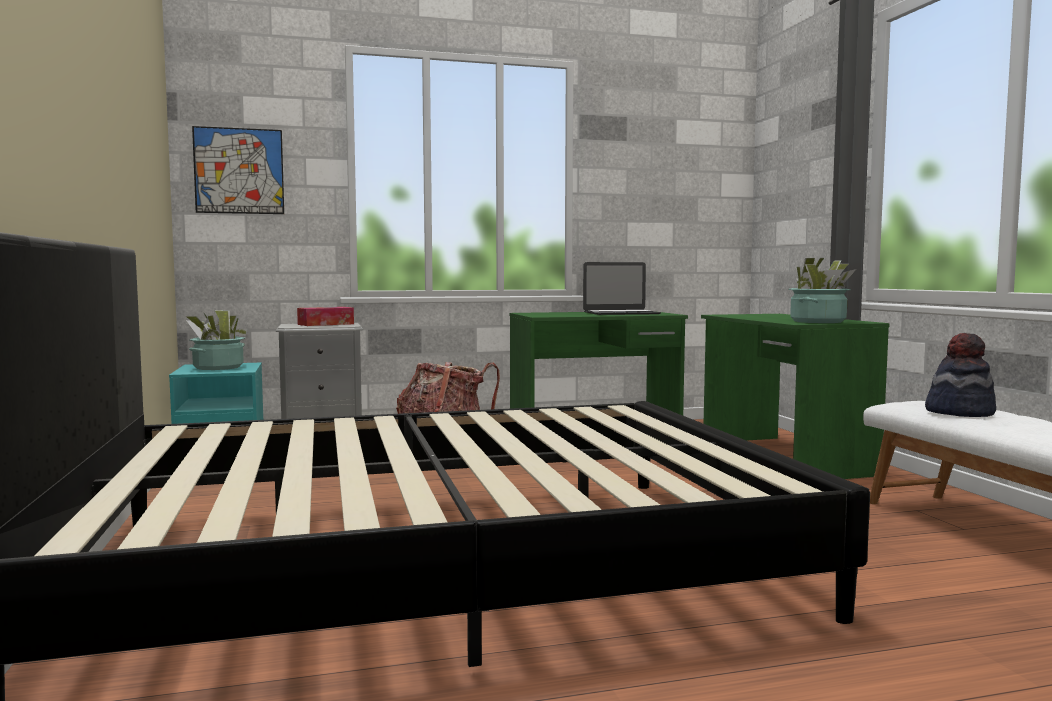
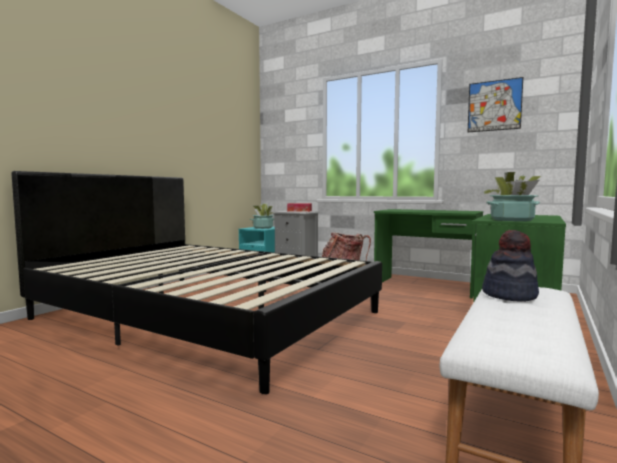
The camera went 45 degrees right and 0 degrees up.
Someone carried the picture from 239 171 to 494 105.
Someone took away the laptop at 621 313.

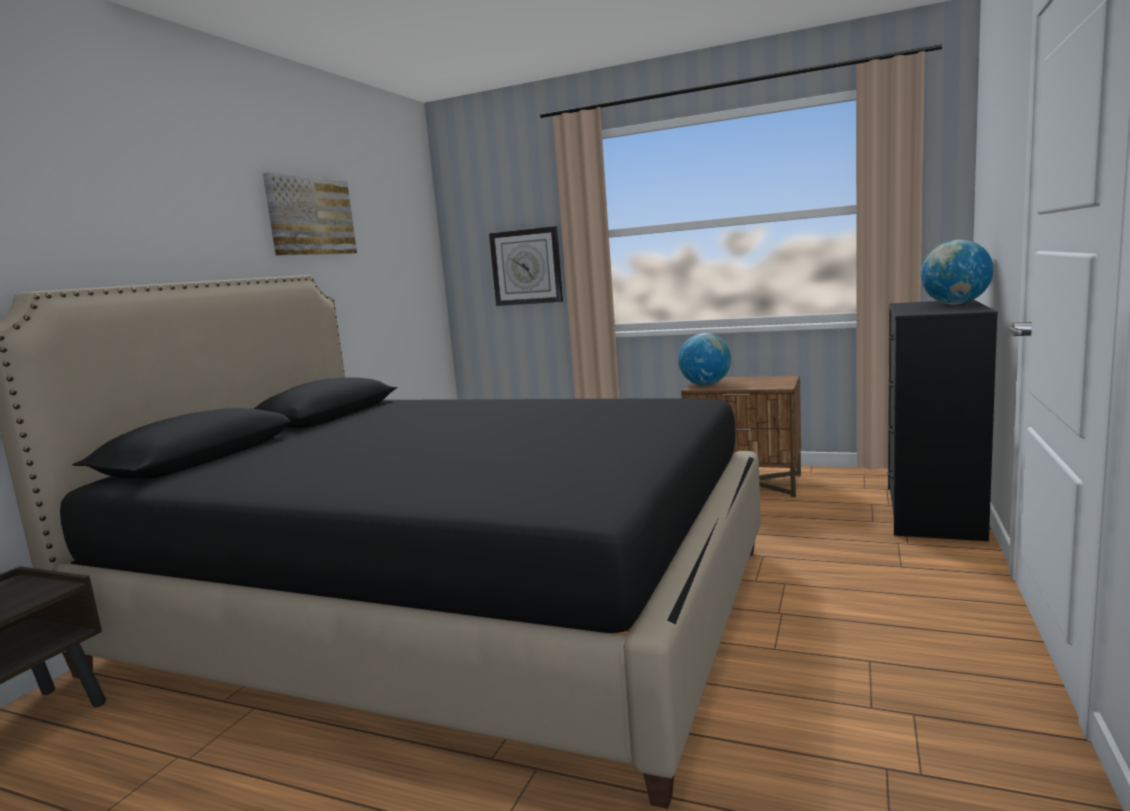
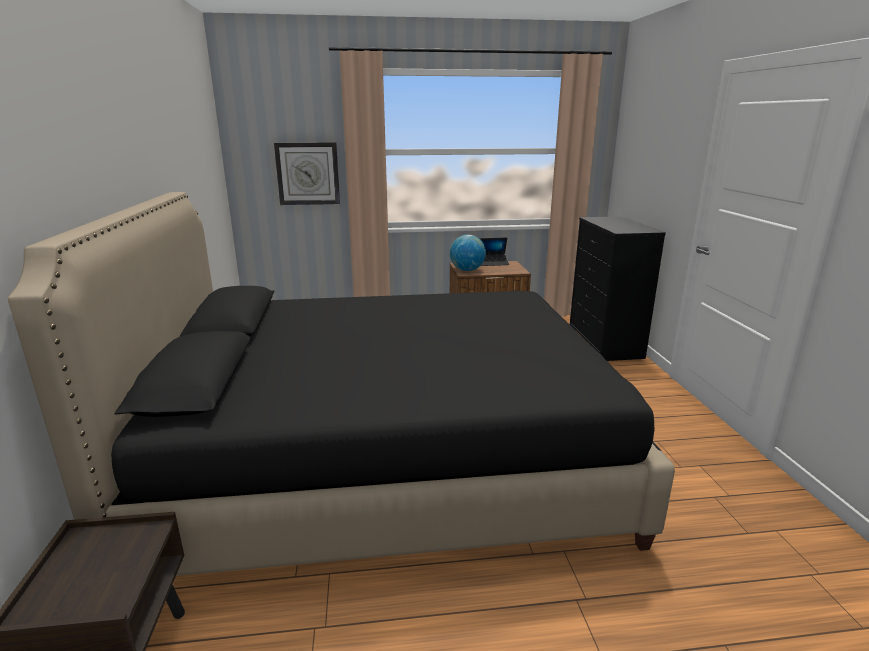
The camera went 30 degrees left and 10 degrees up.
Someone took away the picture at 310 216.
Someone took away the globe at 955 304.
Someone put down the laptop at 492 263.

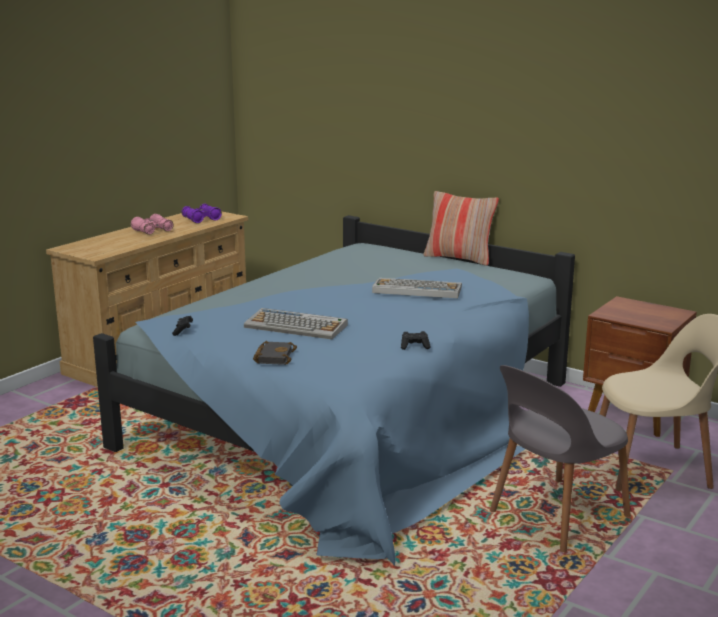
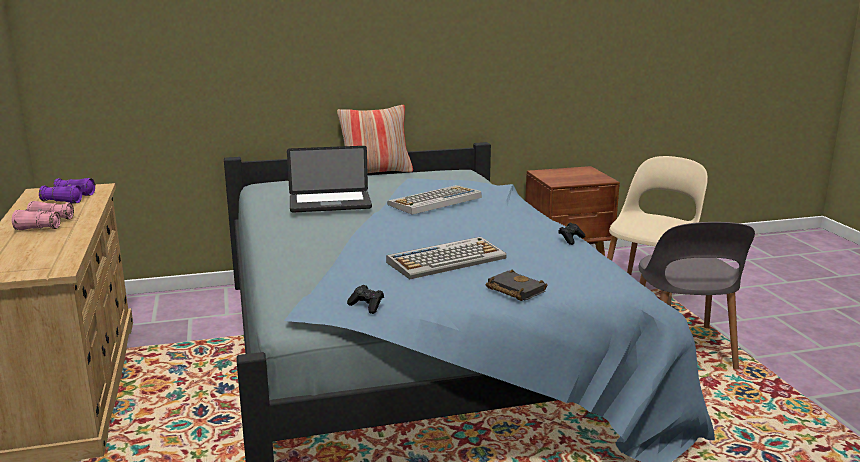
The camera went 50 degrees left and 0 degrees up.
Someone put down the laptop at 330 203.

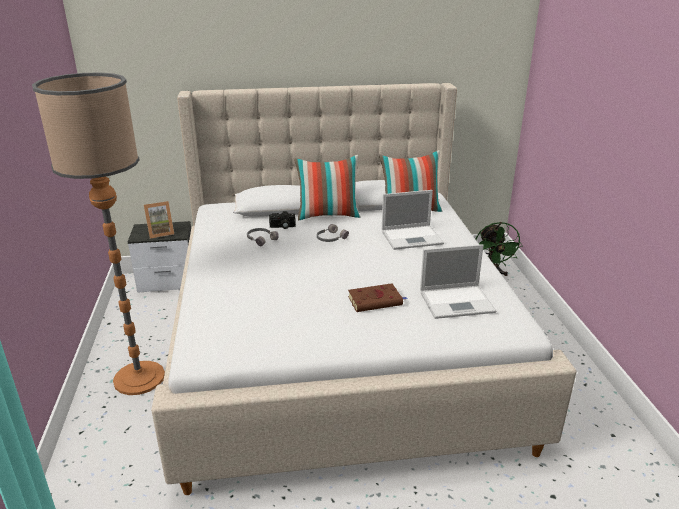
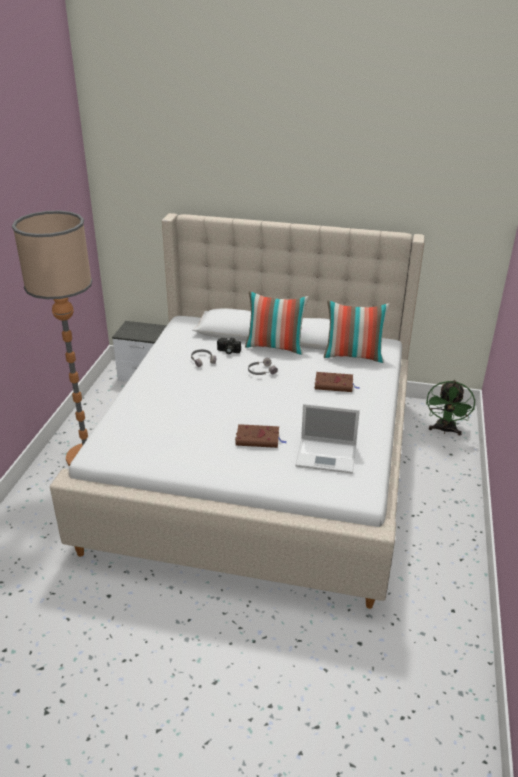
The camera went 20 degrees right and 5 degrees up.
Someone swapped the laptop at 413 237 for the brown book at 335 385.
Someone took away the picture frame at 160 233.

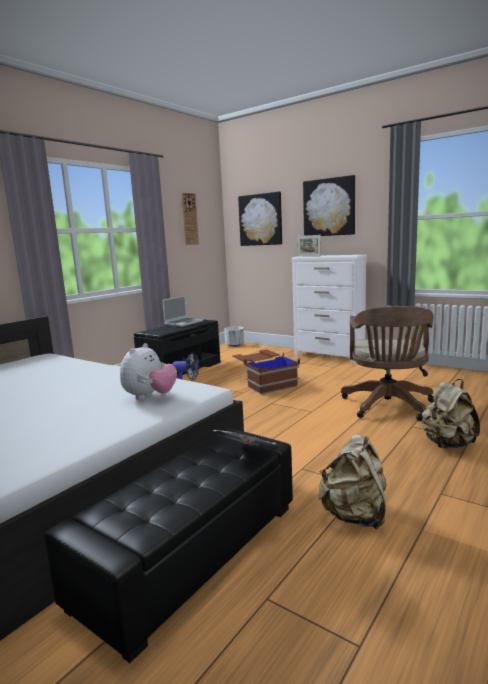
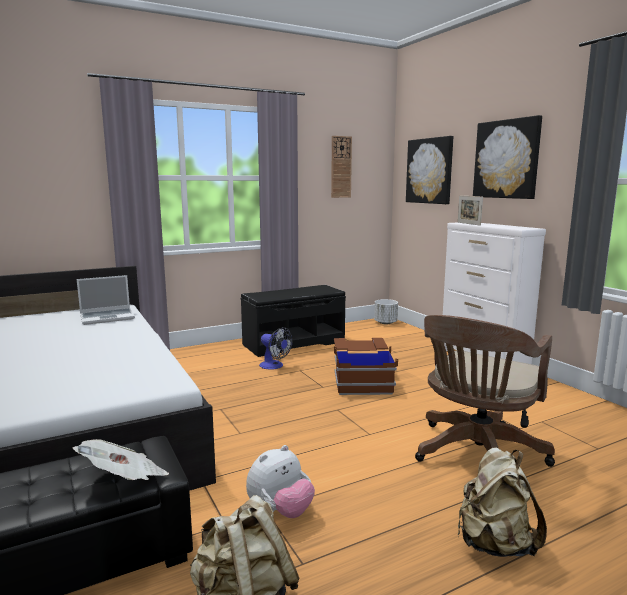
The camera went 25 degrees right and 0 degrees up.
Someone carried the laptop from 183 323 to 108 317.
Someone carried the plush toy from 150 397 to 280 511.

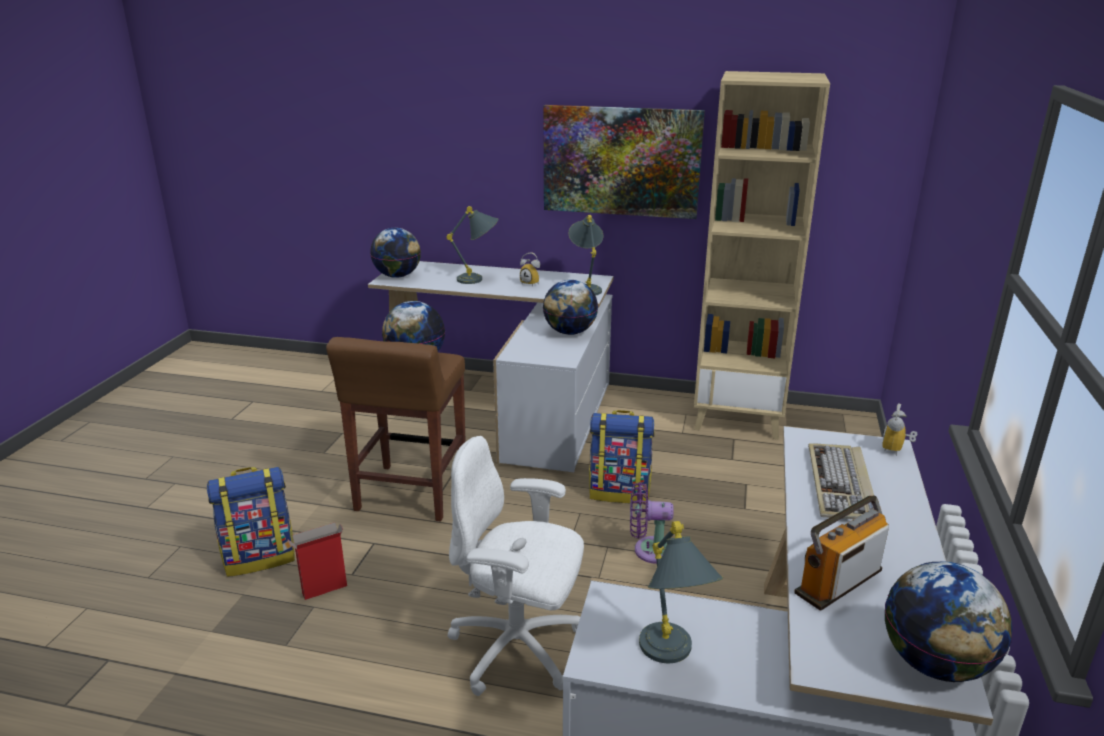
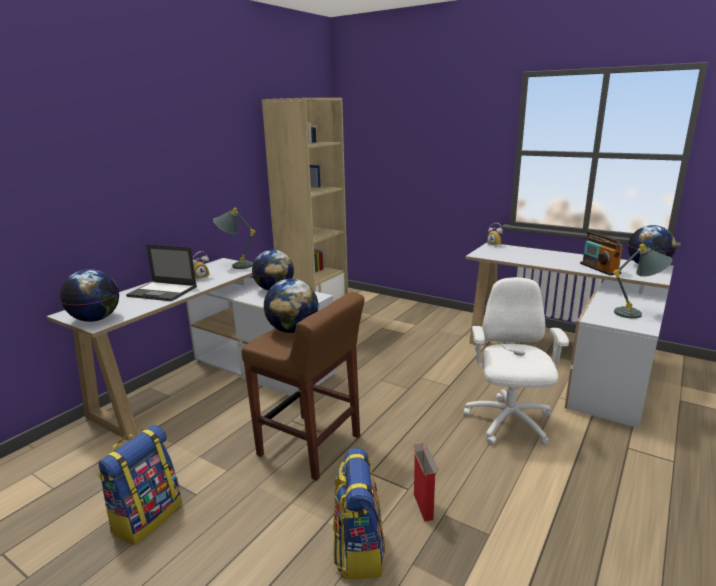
The camera went 70 degrees left and 5 degrees down.
Someone took away the picture at 621 161.
Someone swapped the grey table lamp at 479 279 for the laptop at 163 291.
Someone carried the backpack from 620 492 to 147 517.
Someone rotated the white office chair at 518 649 by 150 degrees clockwise.
Someone took away the keyboard at 841 485.
Someone took away the purple fan at 649 550.

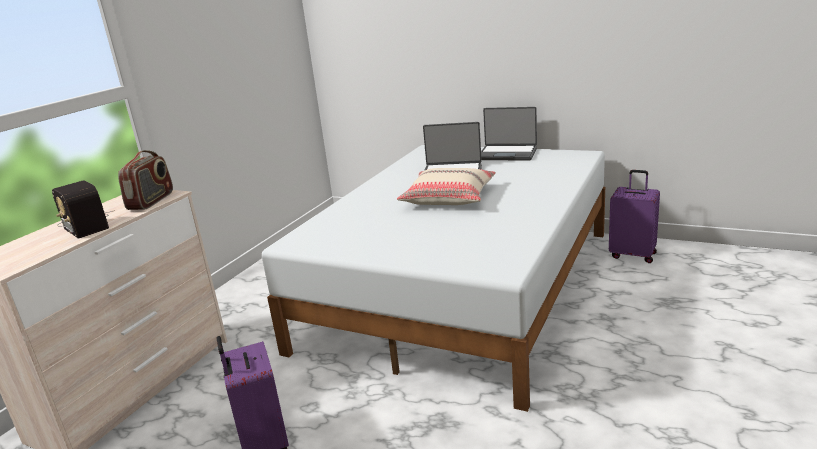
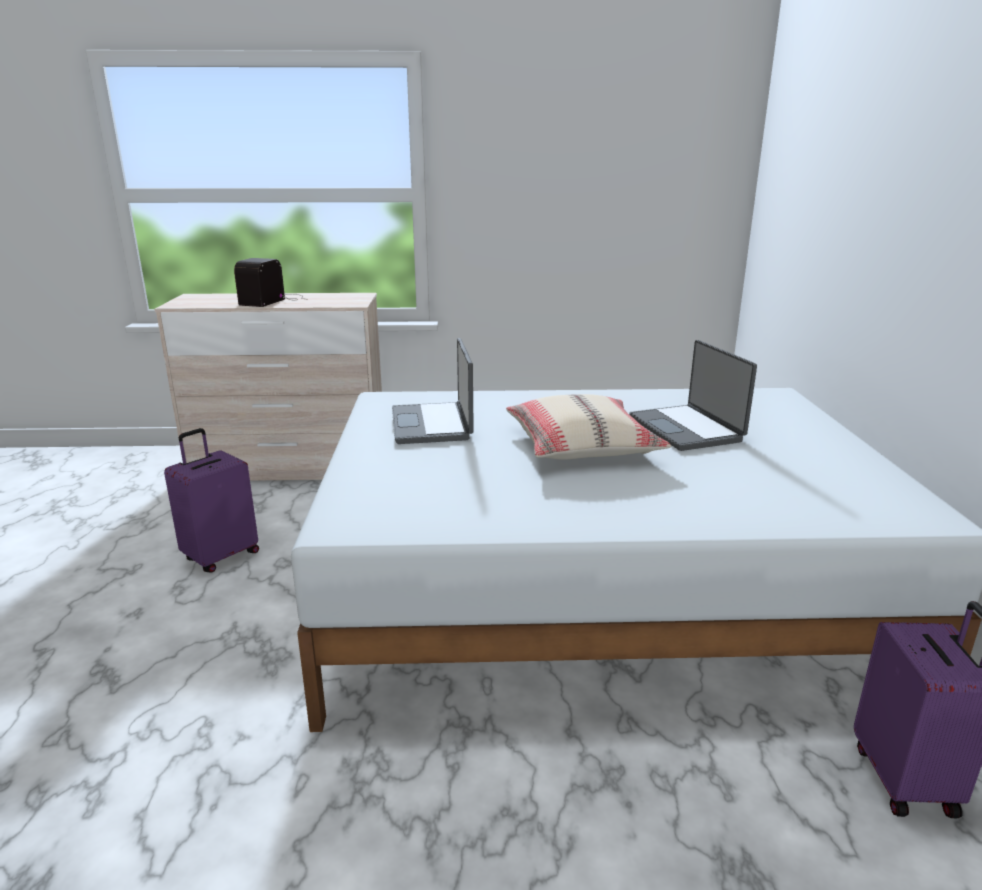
The camera went 60 degrees right and 0 degrees up.
Someone carried the laptop from 507 154 to 433 425.
Someone took away the radio at 151 201.

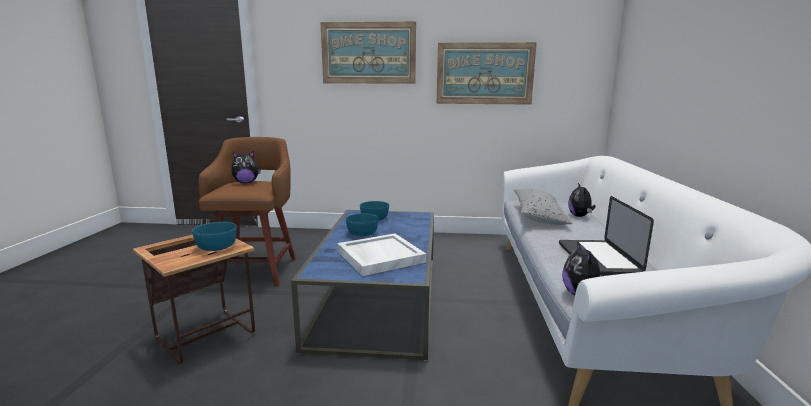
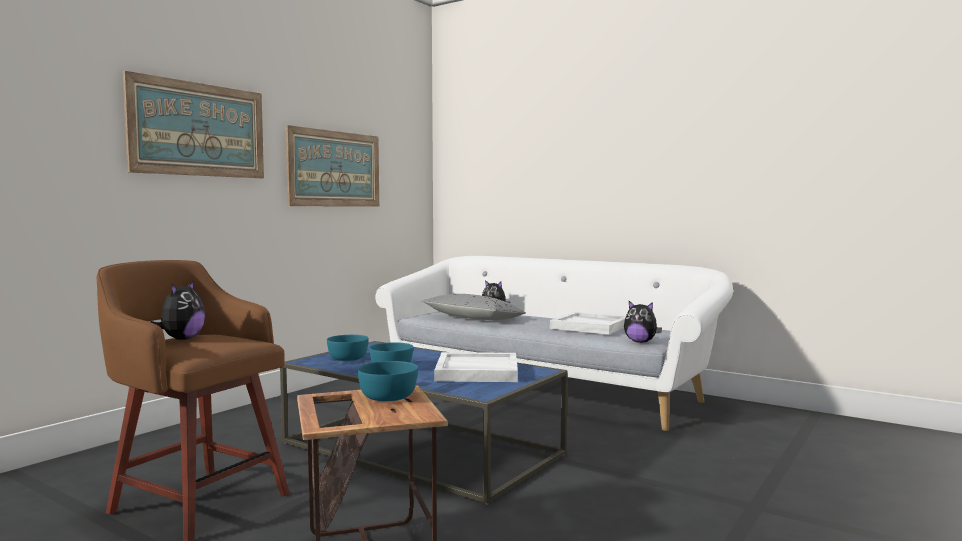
The camera went 60 degrees left and 10 degrees down.
Someone swapped the laptop at 597 258 for the white tray at 591 326.

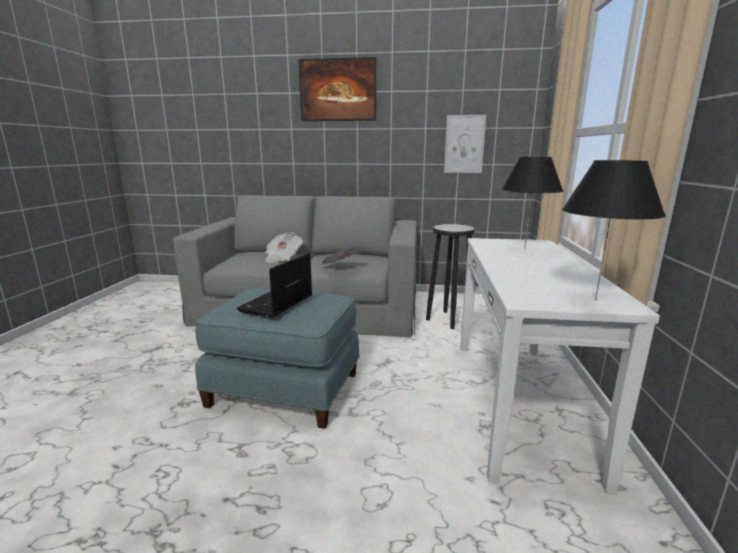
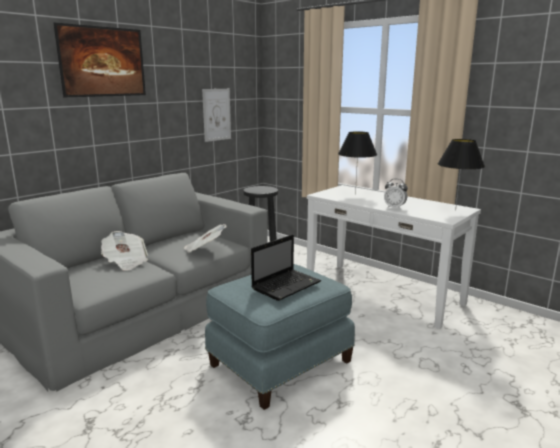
The camera went 55 degrees left and 0 degrees up.
Someone rotated the laptop at 276 304 by 105 degrees counterclockwise.
Someone put down the alarm clock at 394 208.

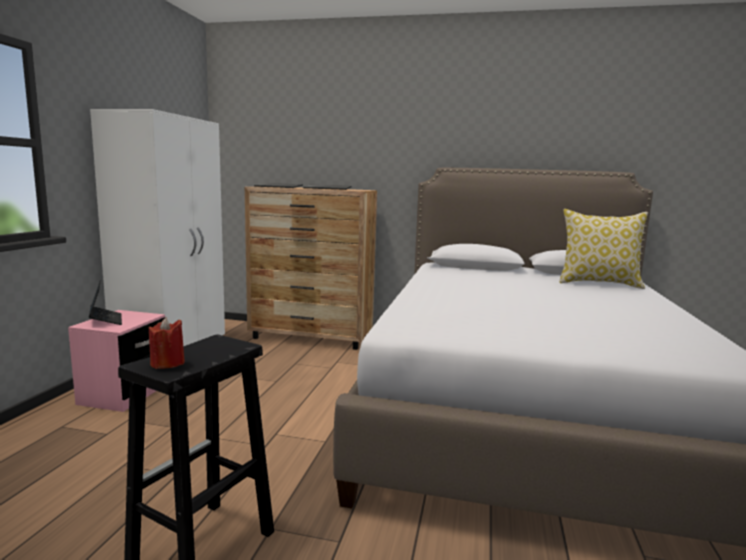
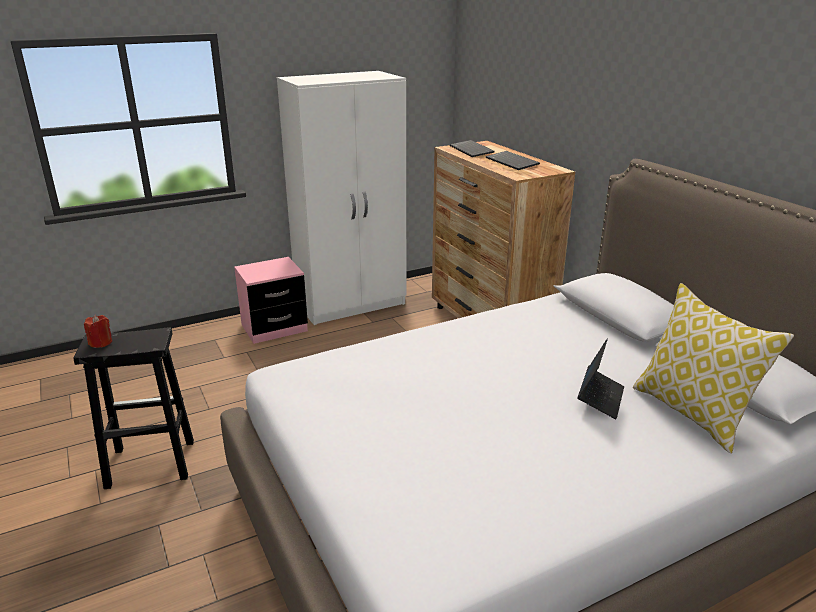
The camera went 50 degrees right and 15 degrees up.
Someone carried the laptop from 106 320 to 600 398.

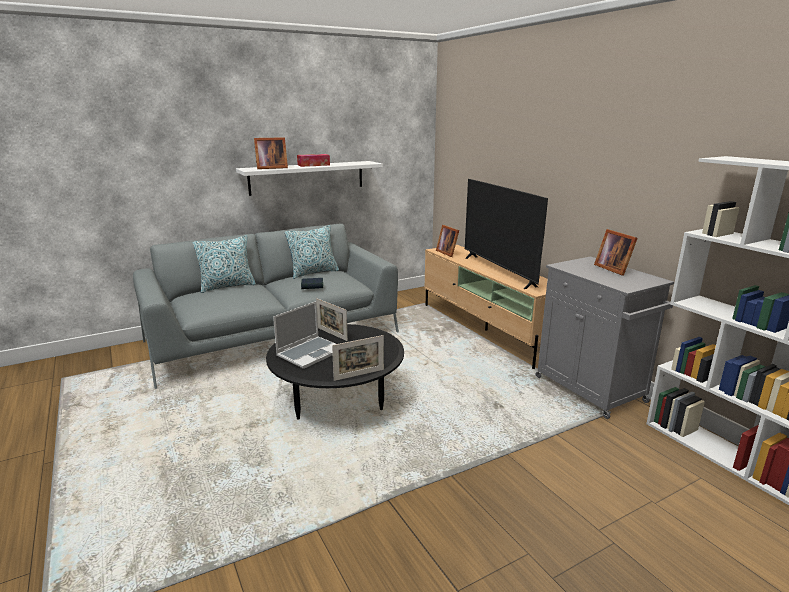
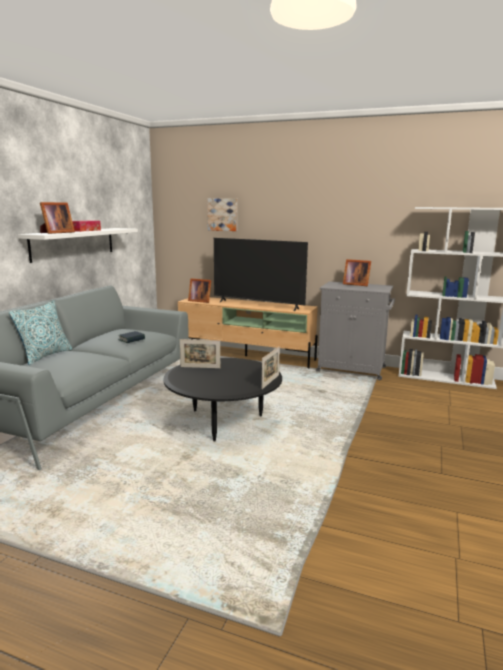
The camera went 40 degrees left and 5 degrees down.
Someone took away the pillow at 313 272.
Someone took away the laptop at 310 353.
Someone put up the picture at 223 214.

